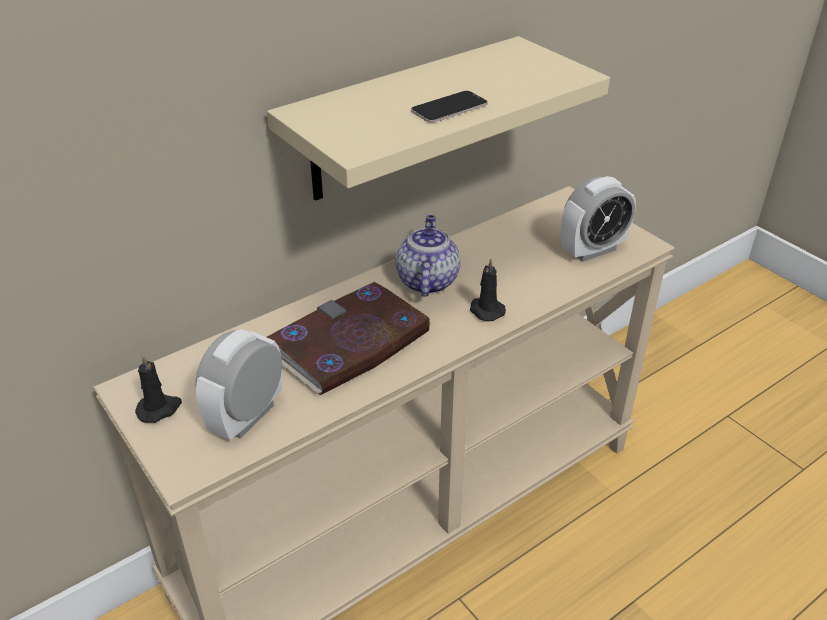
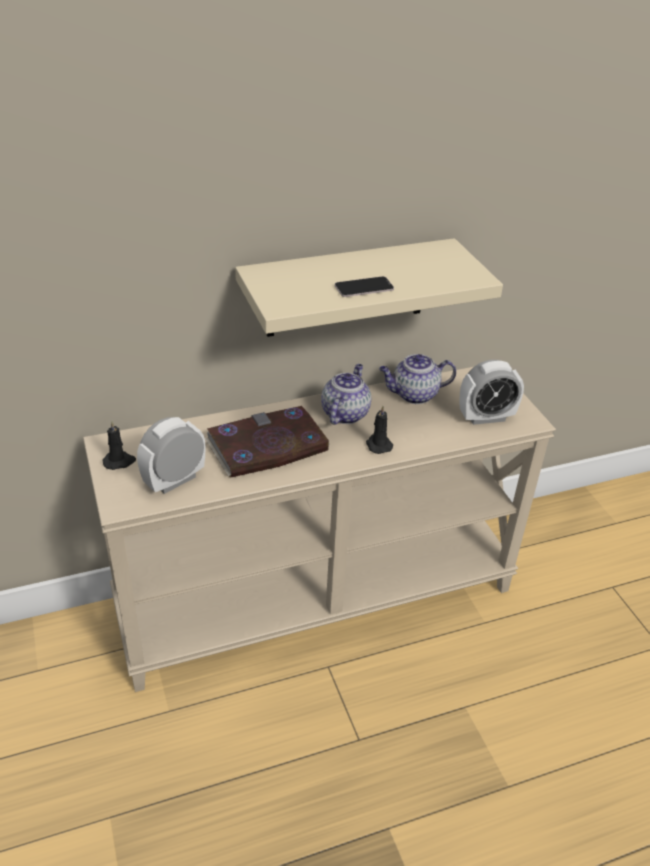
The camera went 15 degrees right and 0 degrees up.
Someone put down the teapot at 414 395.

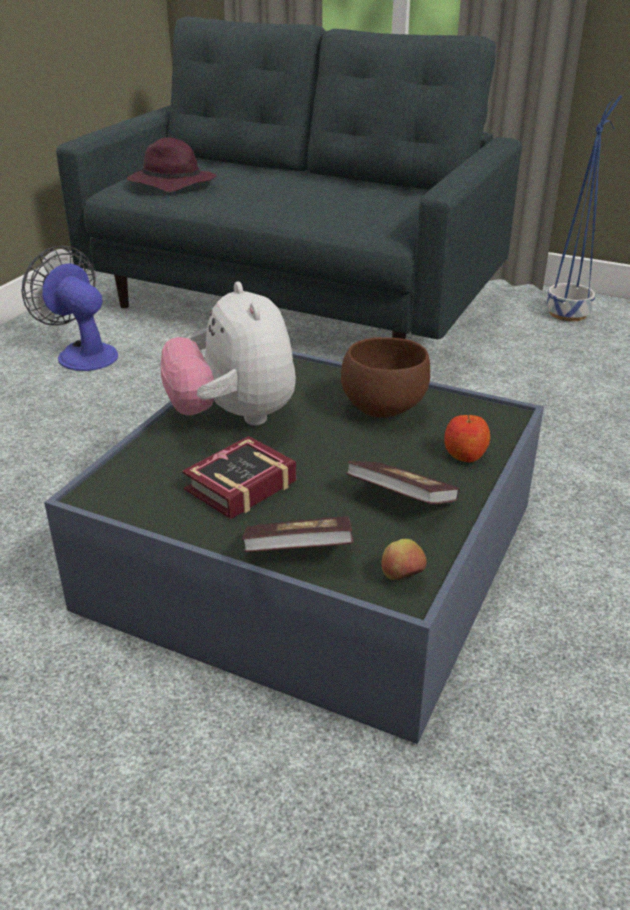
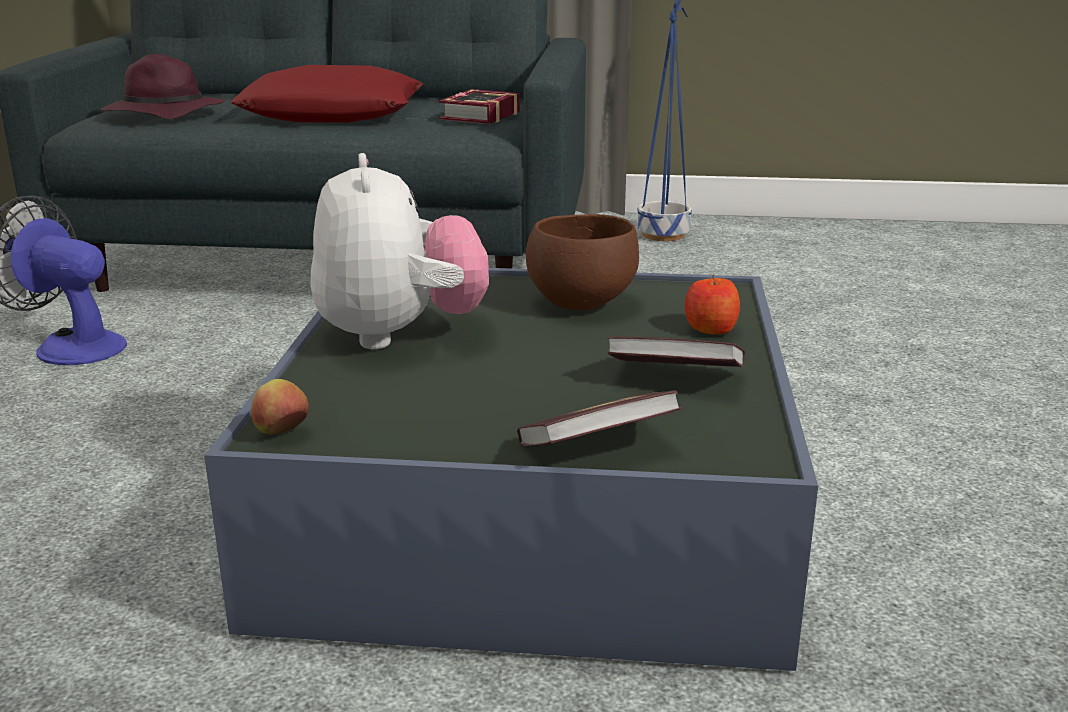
The camera went 20 degrees left and 10 degrees down.
Someone rotated the plush toy at 233 416 by 150 degrees counterclockwise.
Someone carried the book from 235 486 to 477 116.
Someone carried the apple from 402 578 to 282 433.
Someone put down the red pillow at 332 113.

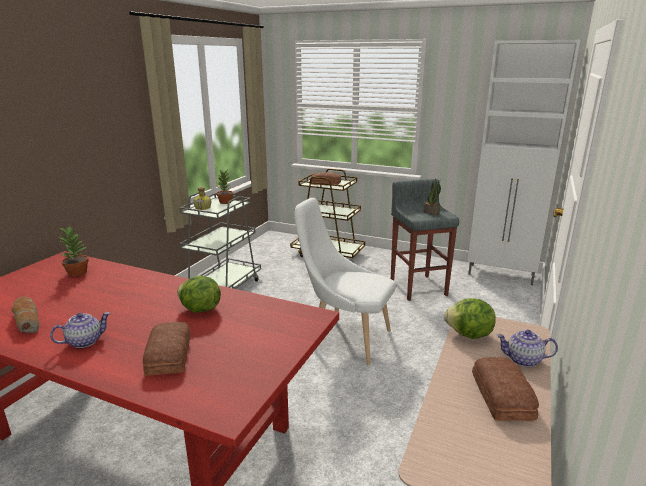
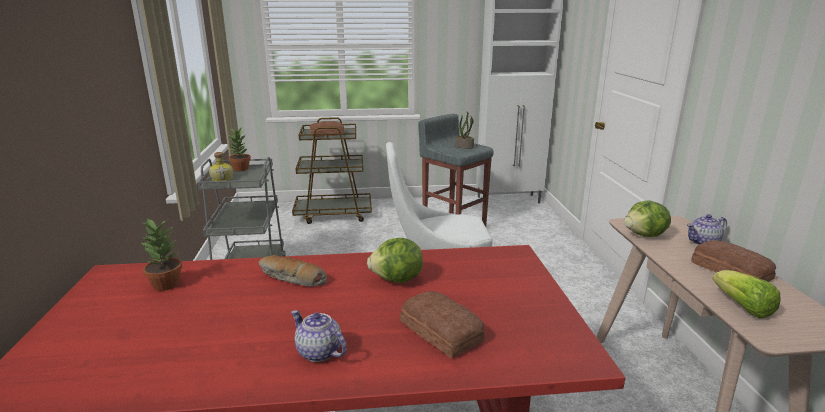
The camera went 30 degrees left and 0 degrees up.
Someone carried the bread from 26 320 to 291 278.
Someone rotated the teapot at 85 341 by 75 degrees counterclockwise.
Someone put down the lettuce at 742 307.

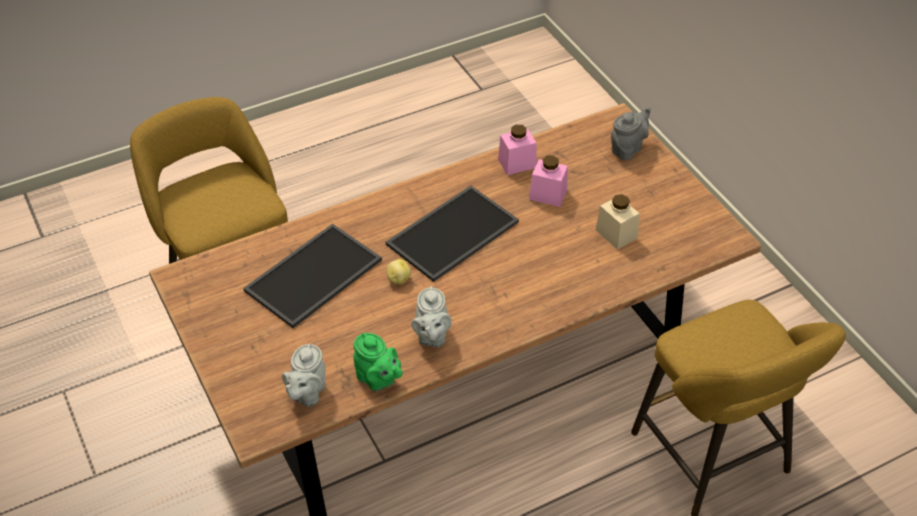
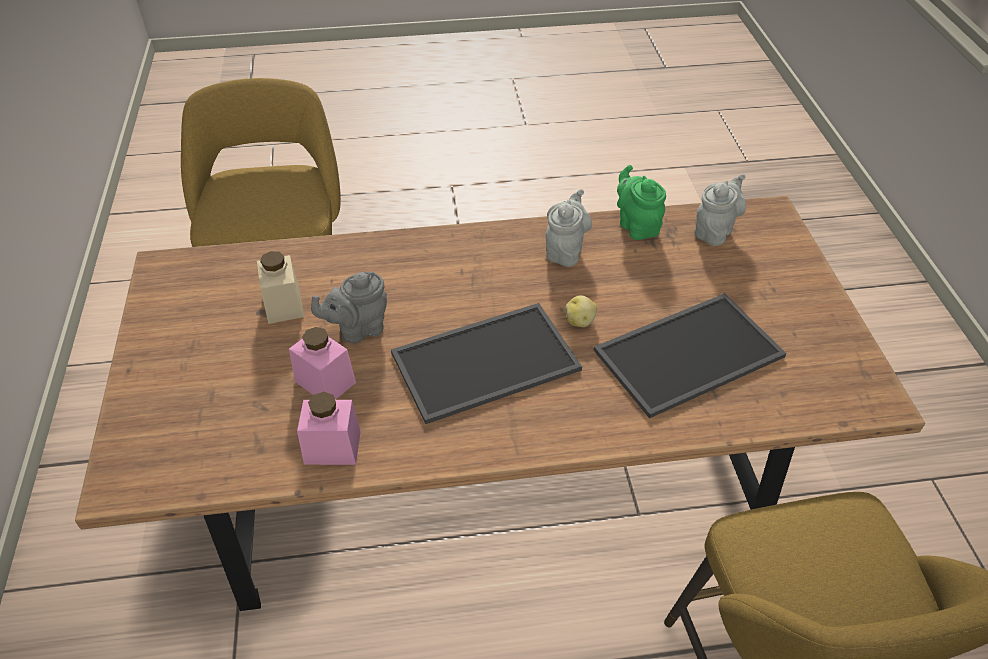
The camera went 160 degrees left and 0 degrees up.
Someone carried the grey teapot from 628 148 to 358 329.

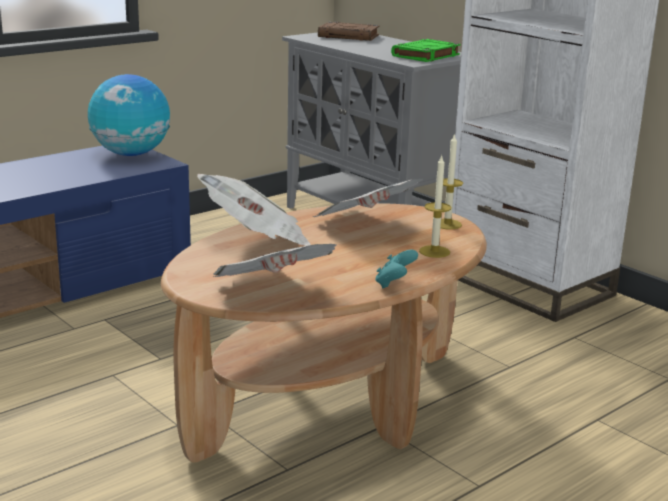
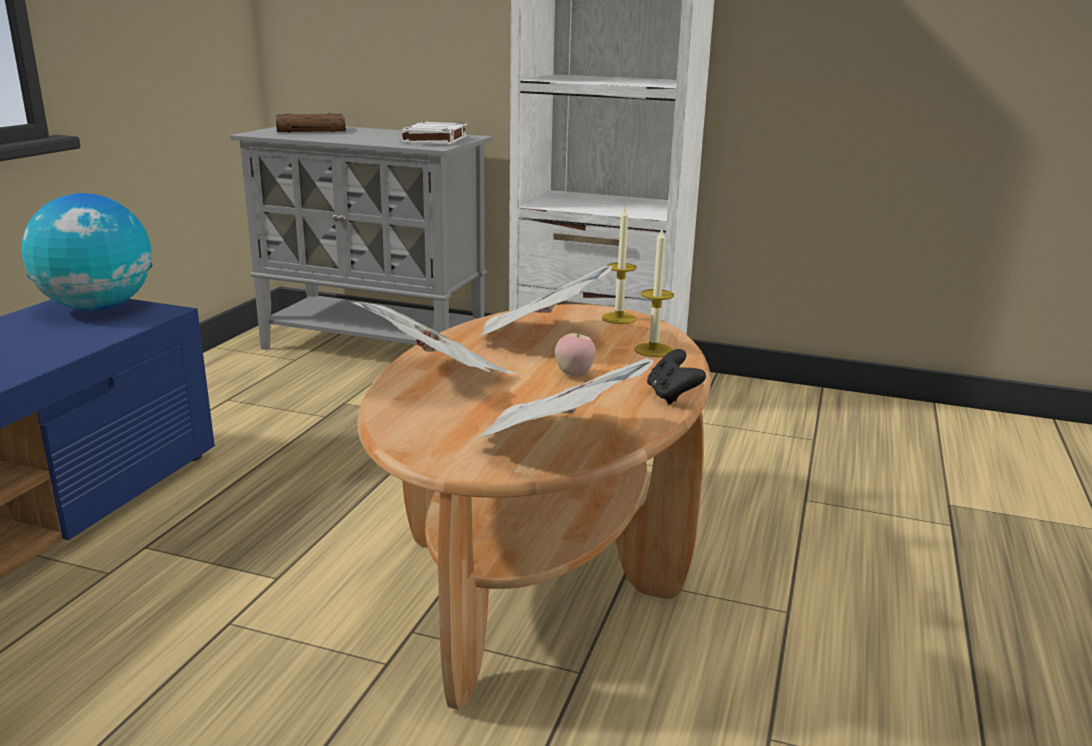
The camera went 30 degrees left and 0 degrees up.
Someone repainted the green book at 425 56, which became the white book at 434 140.
Someone repainted the turquoise game controller at 394 284, which became the black game controller at 672 396.
Someone put down the apple at 574 374.

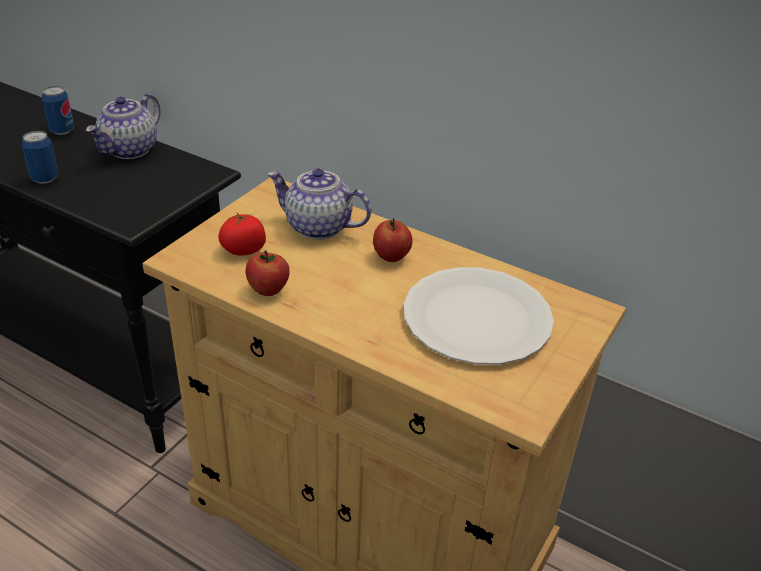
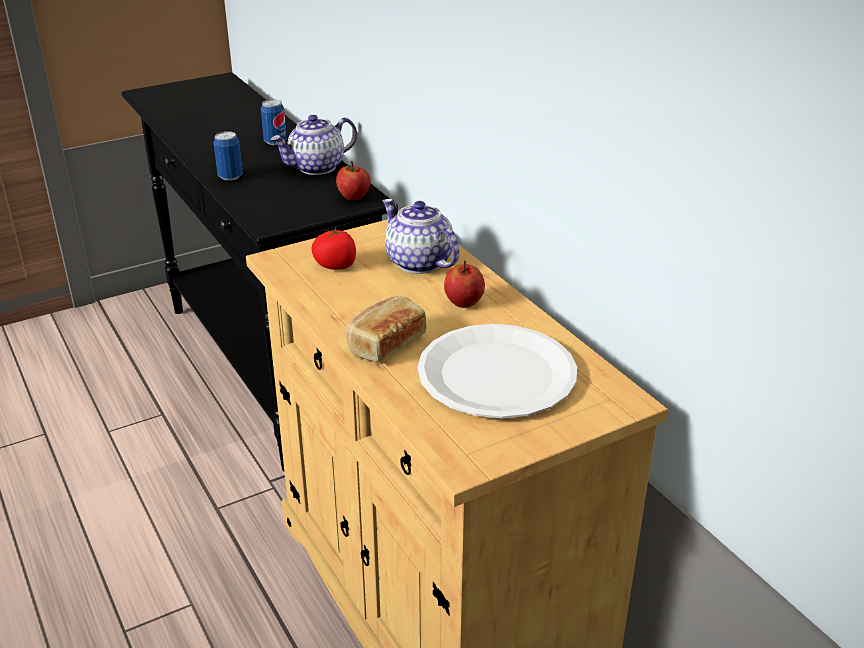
The camera went 30 degrees right and 5 degrees down.
Someone carried the apple from 268 290 to 354 197.
Someone put down the bread at 385 343.

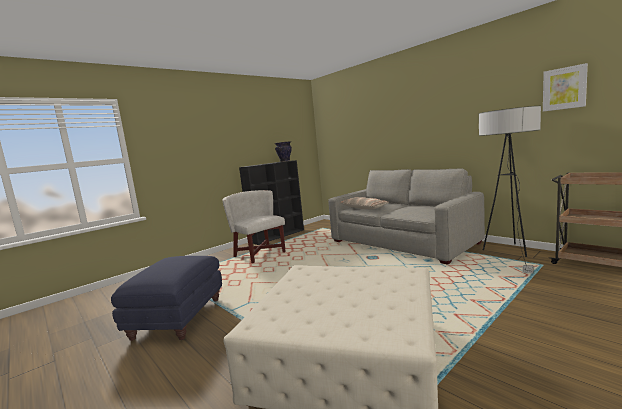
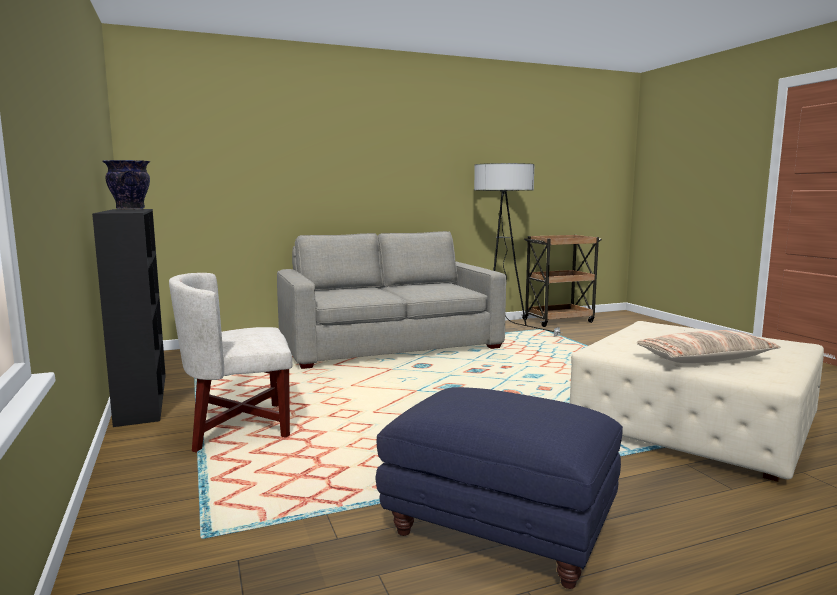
The camera went 70 degrees left and 0 degrees up.
Someone took away the picture at 564 88.
Someone carried the pillow from 363 208 to 705 359.

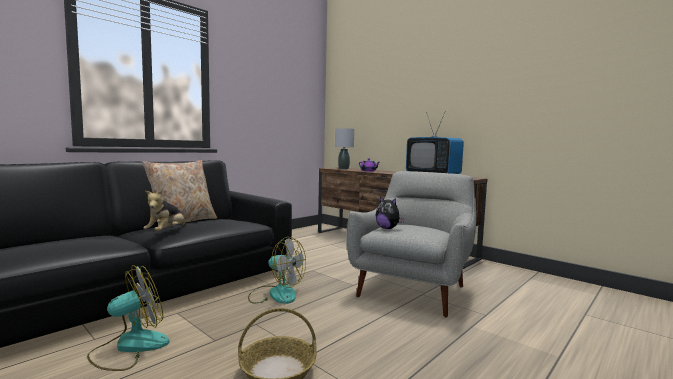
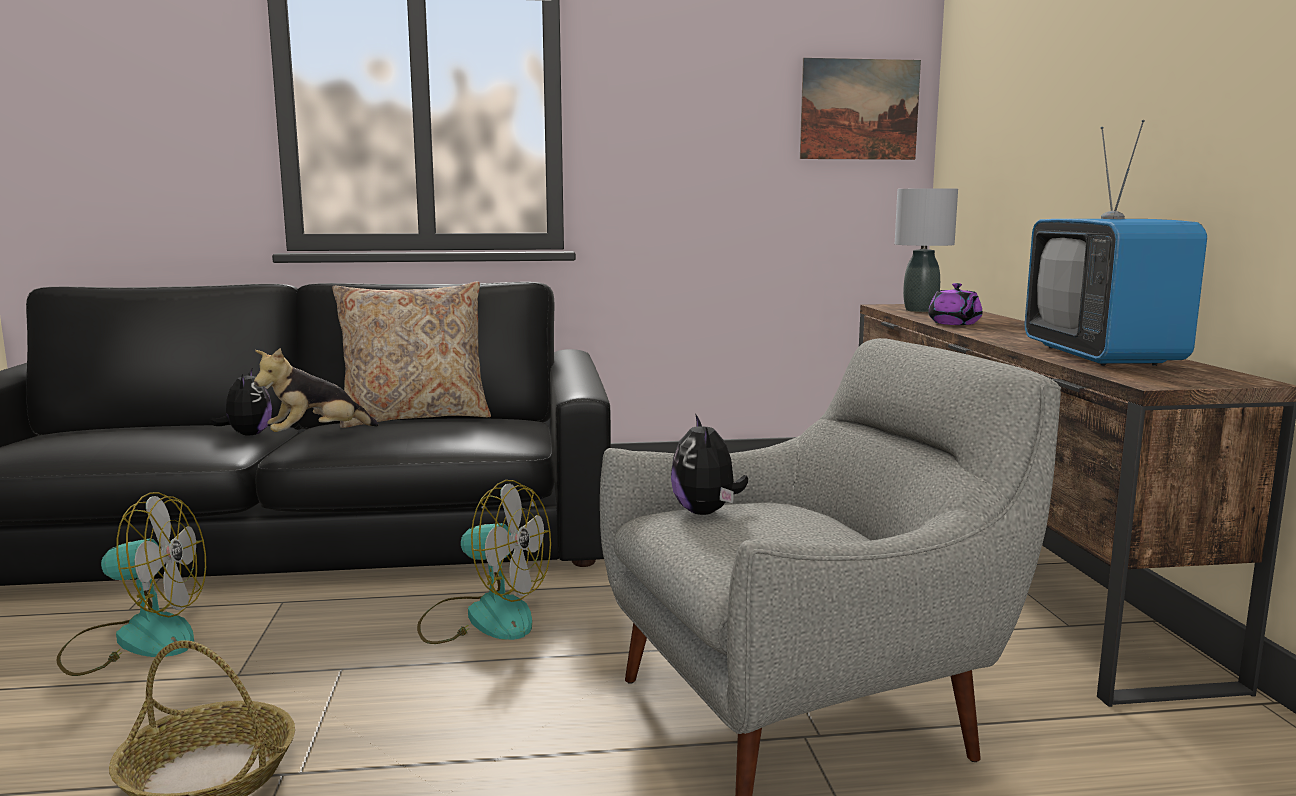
The camera went 40 degrees right and 5 degrees up.
Someone rotated the fan at 276 294 by 45 degrees counterclockwise.
Someone put up the picture at 859 109.
Someone put down the plush toy at 247 435.

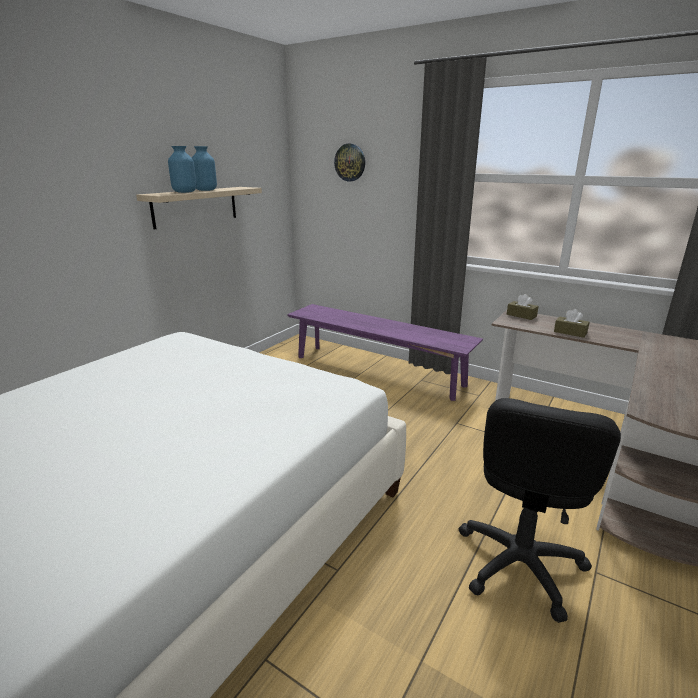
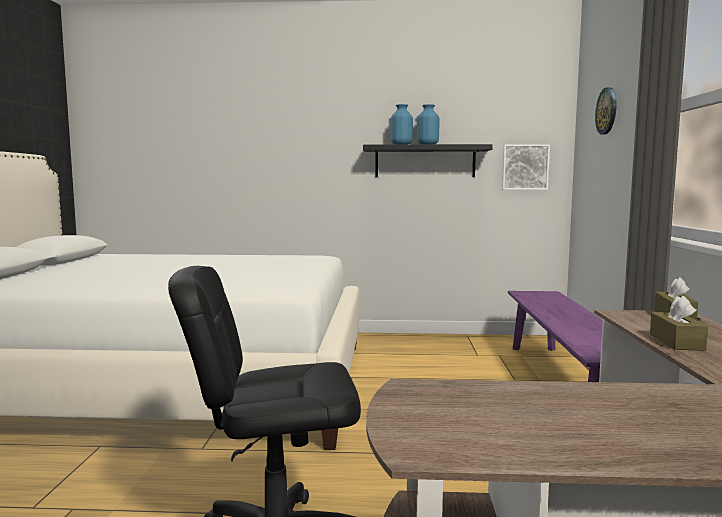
The camera went 60 degrees right and 15 degrees down.
Someone repainted the beige shelf at 195 206, which became the black shelf at 425 161.
Someone put up the picture at 525 167.

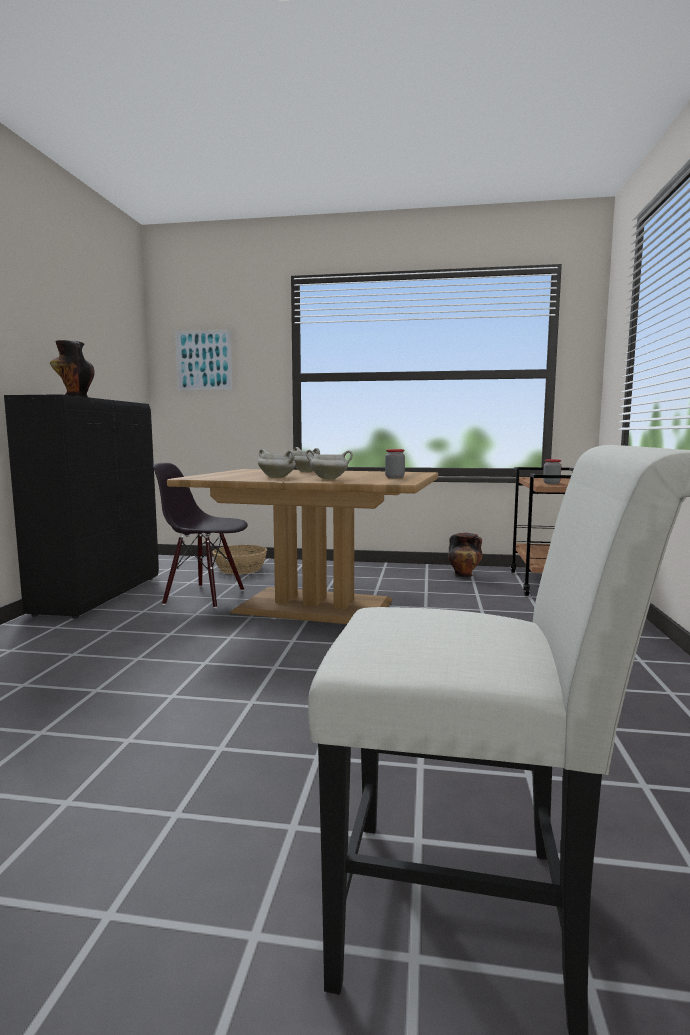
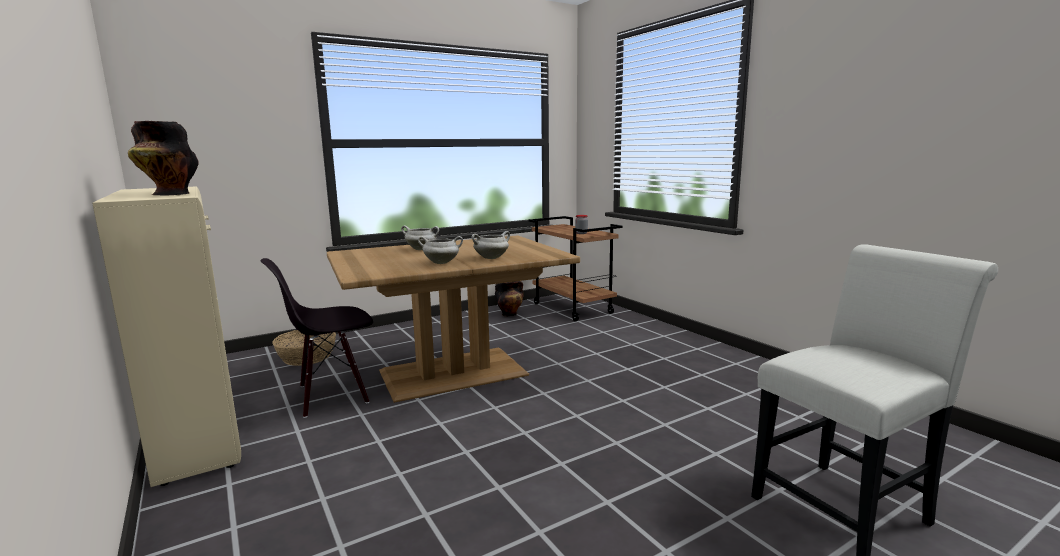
The camera went 40 degrees left and 5 degrees up.
Someone took away the picture at 204 360.
Someone repainted the black cabinet at 100 595, which became the beige cabinet at 198 432.
Someone took away the jar at 394 477.

